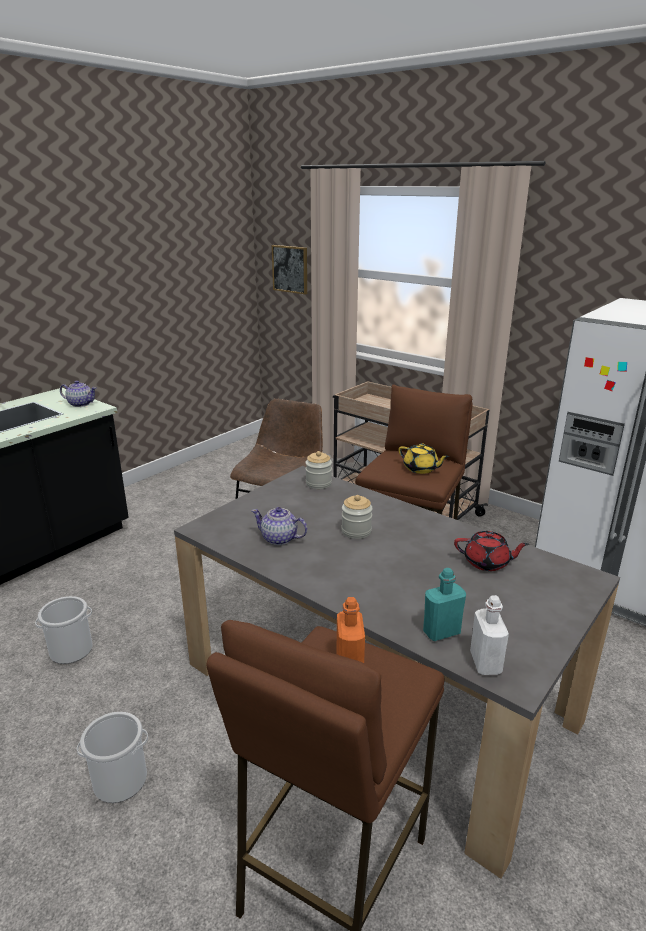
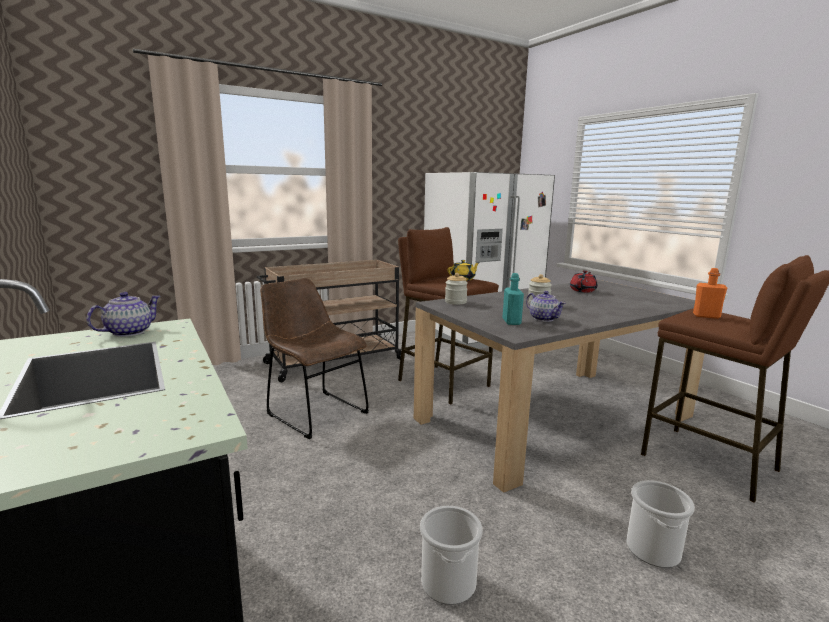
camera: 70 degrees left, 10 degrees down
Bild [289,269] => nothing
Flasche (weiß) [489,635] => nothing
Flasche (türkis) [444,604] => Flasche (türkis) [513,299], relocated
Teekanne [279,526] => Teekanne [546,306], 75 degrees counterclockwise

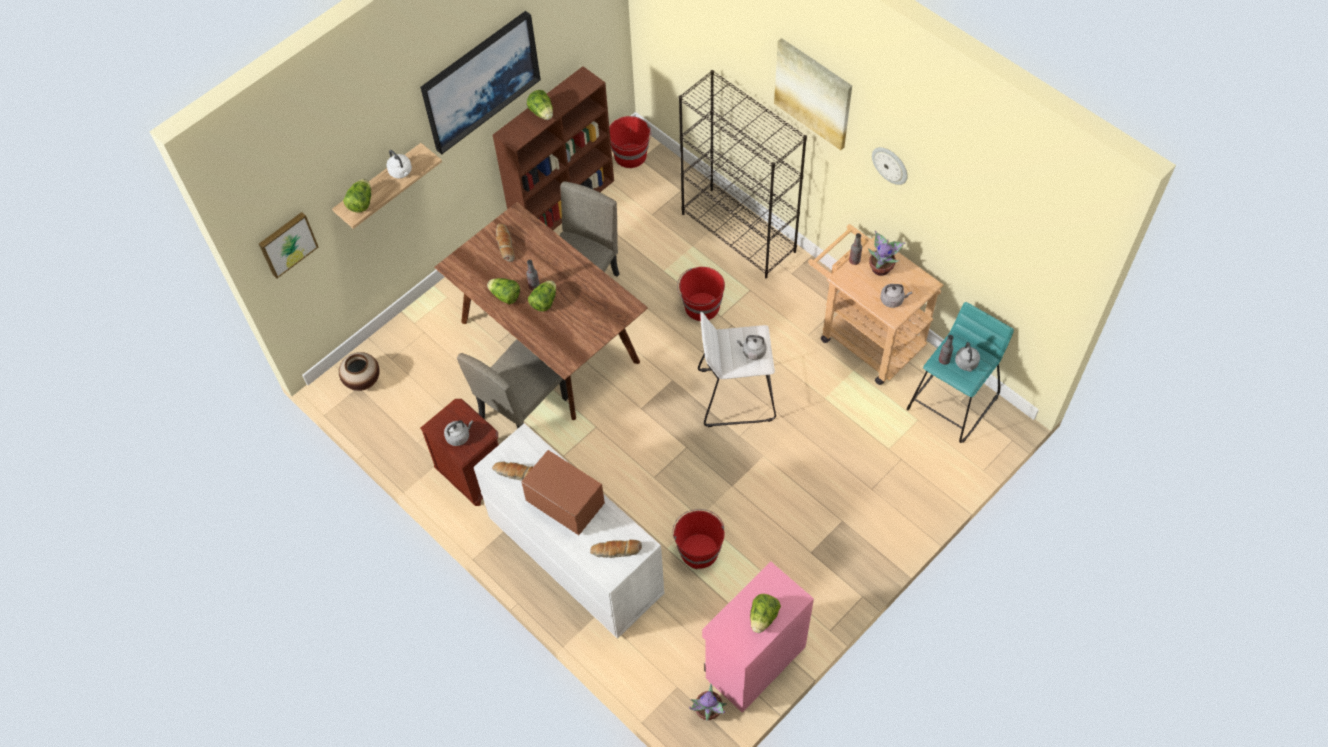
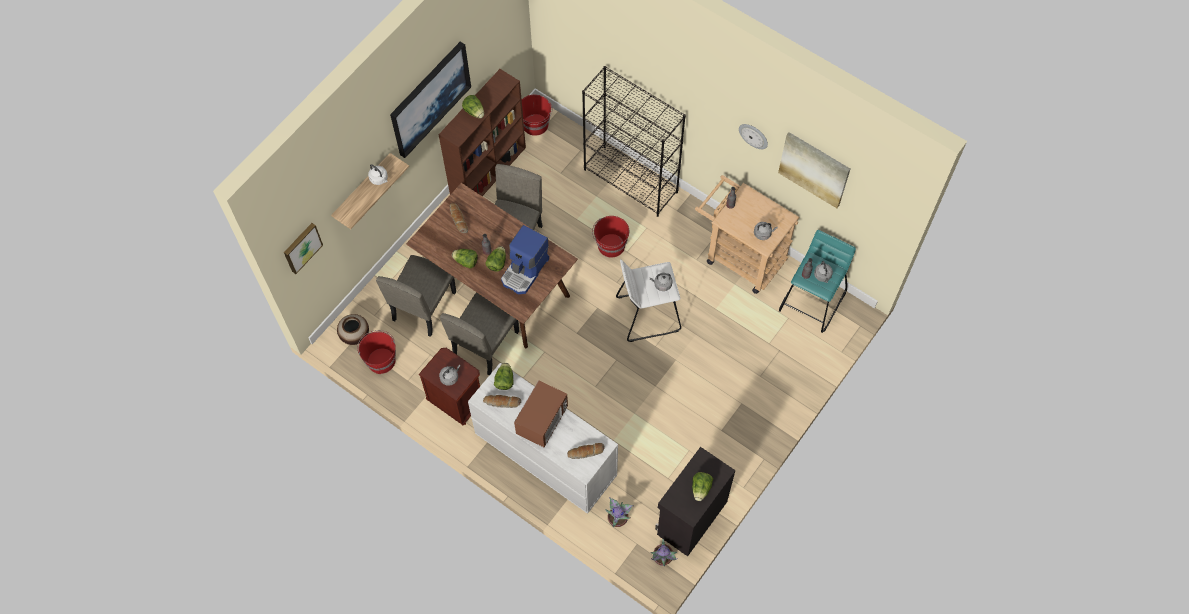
camera: 10 degrees left, 5 degrees up
nothing => Stuhl (beige) [416,296]
nothing => Kaffeemaschine [525,259]
Salatkopf [357,196] => Salatkopf [504,376], relocated
Eimer (rot) [698,539] => Eimer (rot) [376,352], relocated
Bild [813,94] => Bild [814,170], relocated
Topfpflanze [886,253] => Topfpflanze [619,512], relocated
Schrank (rosa) [758,637] => Schrank (schwarz) [695,501]
Mikrowelle [563,492] => Mikrowelle [541,413], 90 degrees clockwise

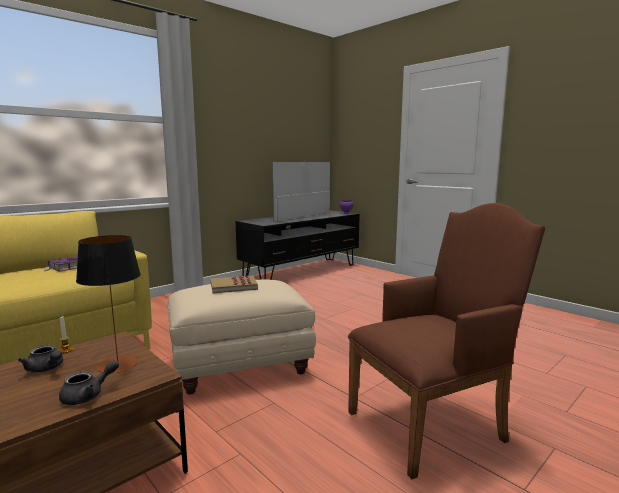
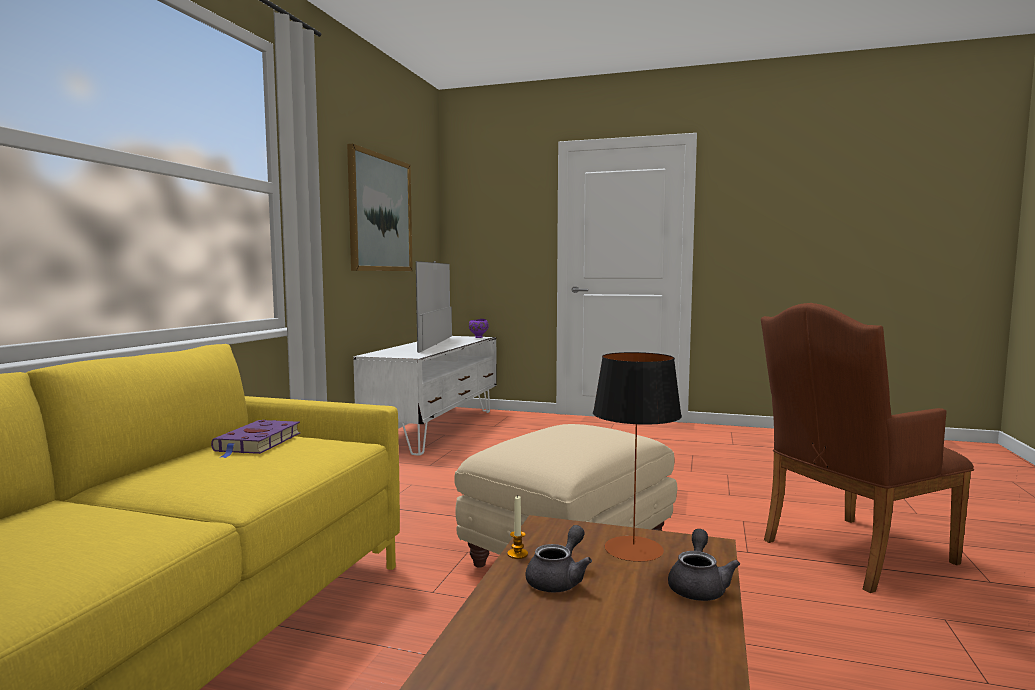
camera: 30 degrees left, 5 degrees down
Buch [234,284] => nothing
nothing => Bild [380,207]
Fernsehschrank (schwarz) [297,245] => Fernsehschrank (weiß) [425,395]
Teekanne (grau) [40,359] => Teekanne (grau) [558,558], 60 degrees counterclockwise
Sessel (braun) [446,341] => Sessel (braun) [867,448], 150 degrees counterclockwise

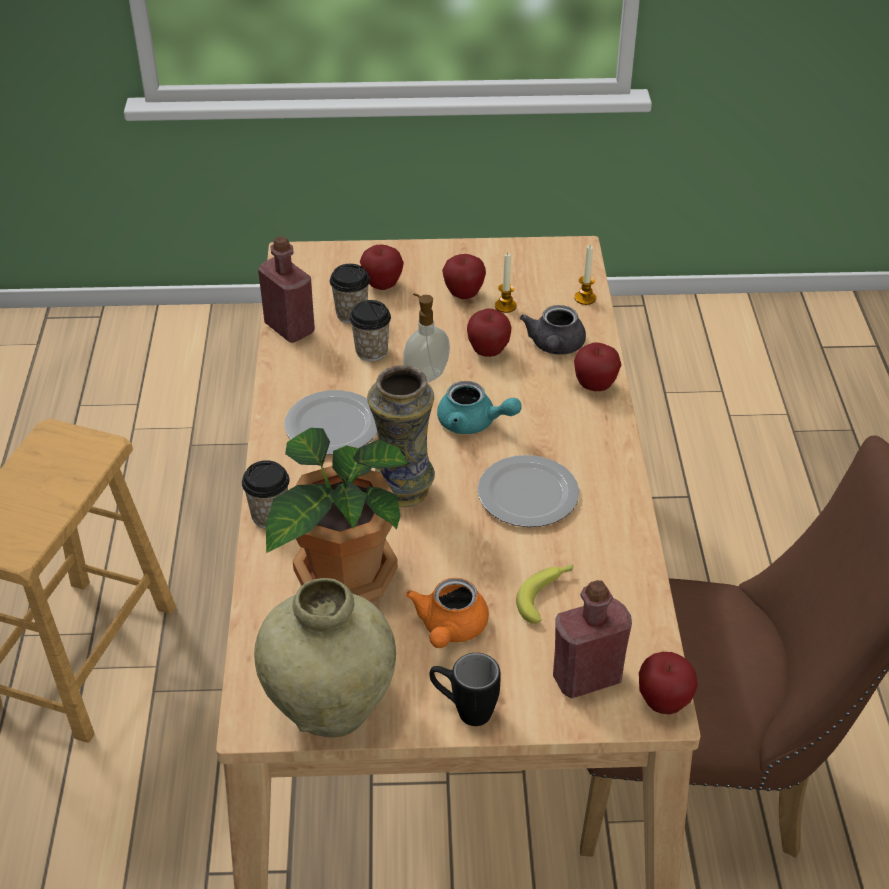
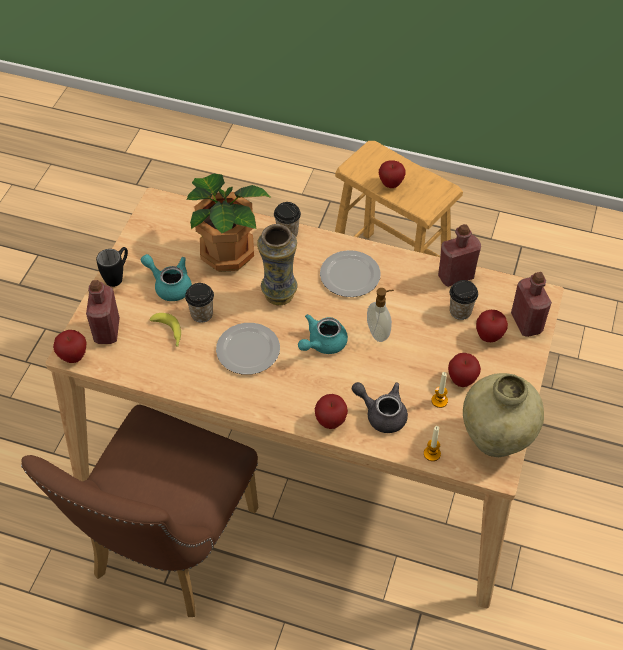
camera: 110 degrees right, 10 degrees up
nothing => Flasche (rot) [531,304]
Vase (beige) [325,657] => Vase (beige) [503,415], relocated
Tasse [370,330] => Tasse [199,303], relocated
Apfel [489,332] => Apfel [392,174], relocated
Teekanne (orange) [447,613] => Teekanne (türkis) [166,277]

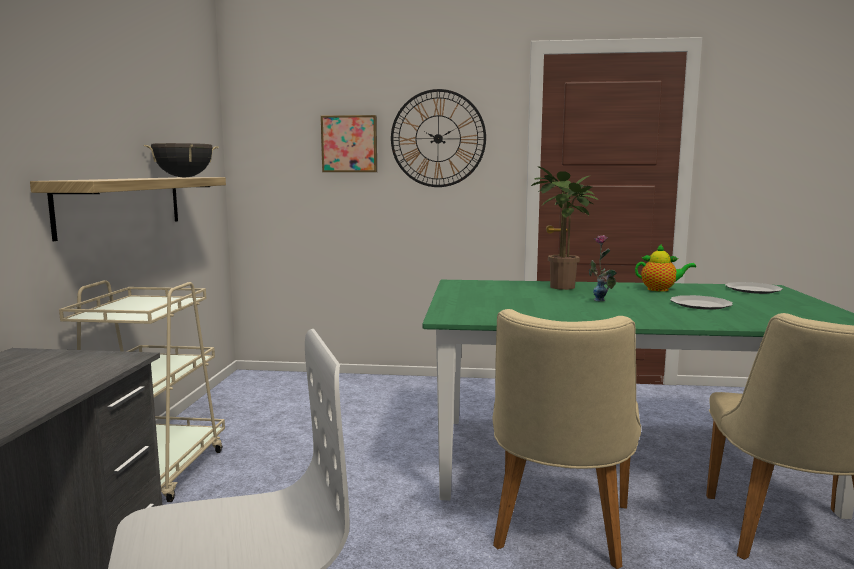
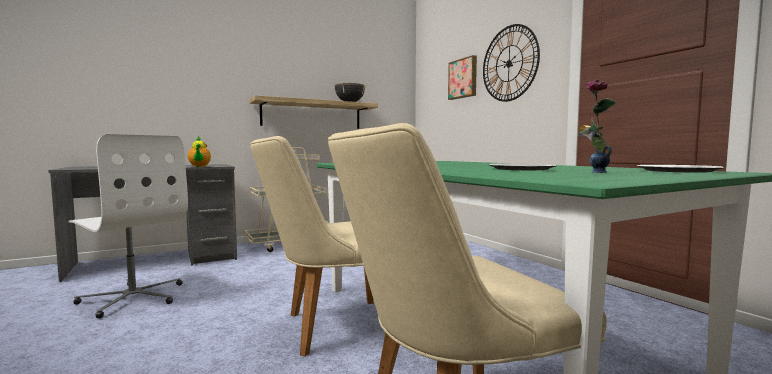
camera: 55 degrees right, 5 degrees down
Topfpflanze [564,228] => nothing
Vase [603,268] => Vase [596,126], relocated
Teekanne [665,268] => Teekanne [199,151], relocated

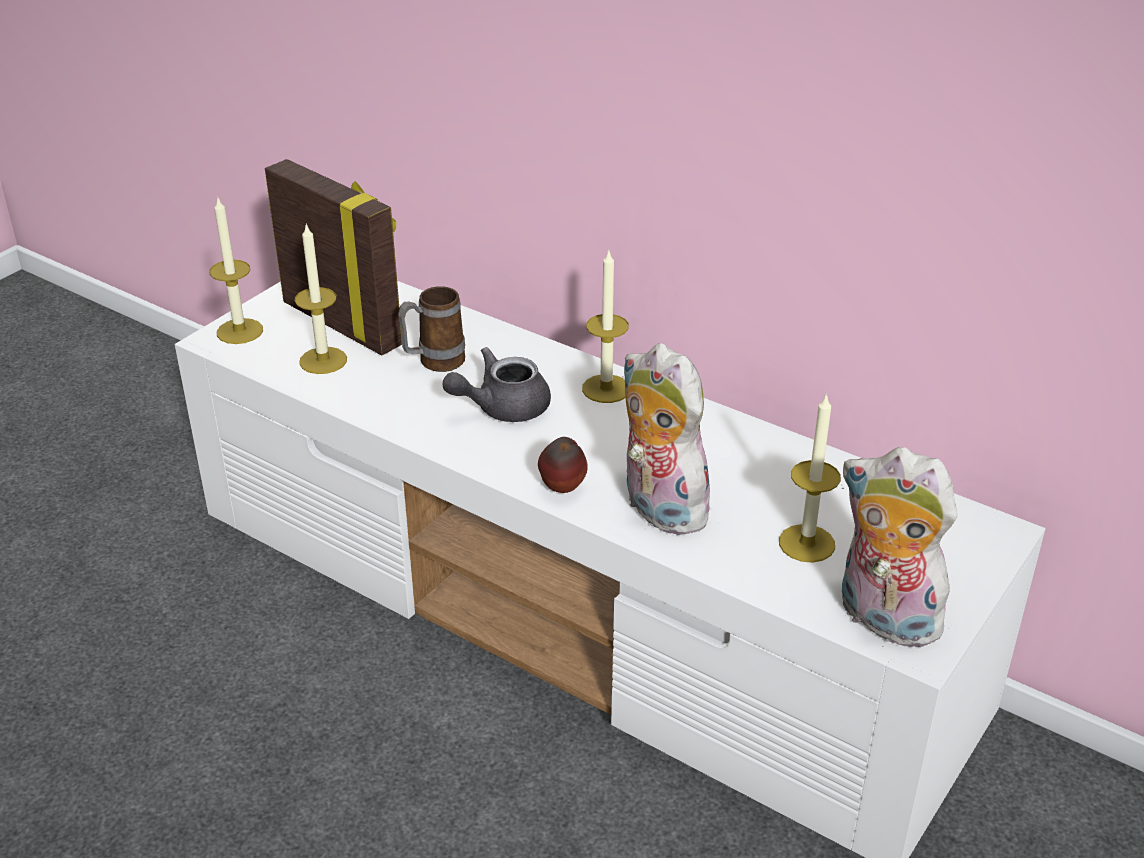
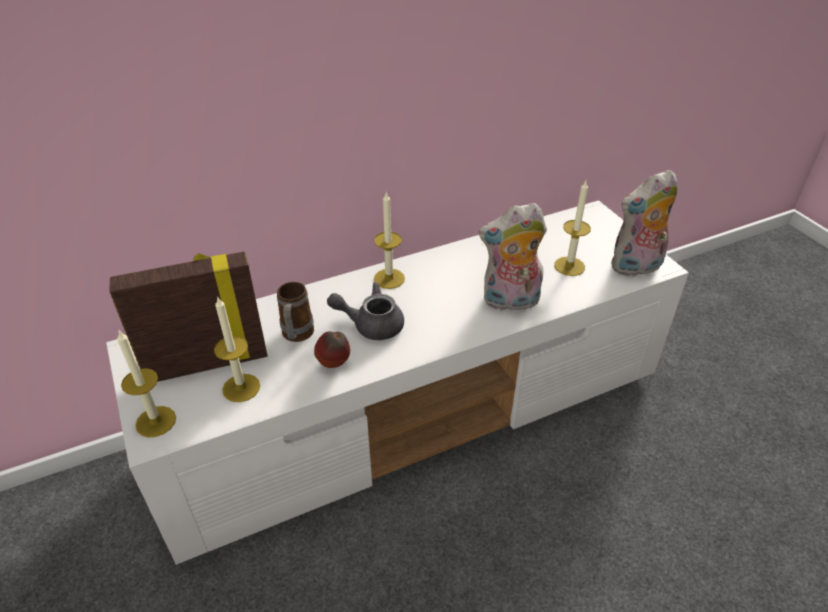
camera: 60 degrees left, 5 degrees up
Apfel [563,465] => Apfel [332,349], relocated
Teekanne (grau) [496,384] => Teekanne (grau) [365,311], 90 degrees clockwise

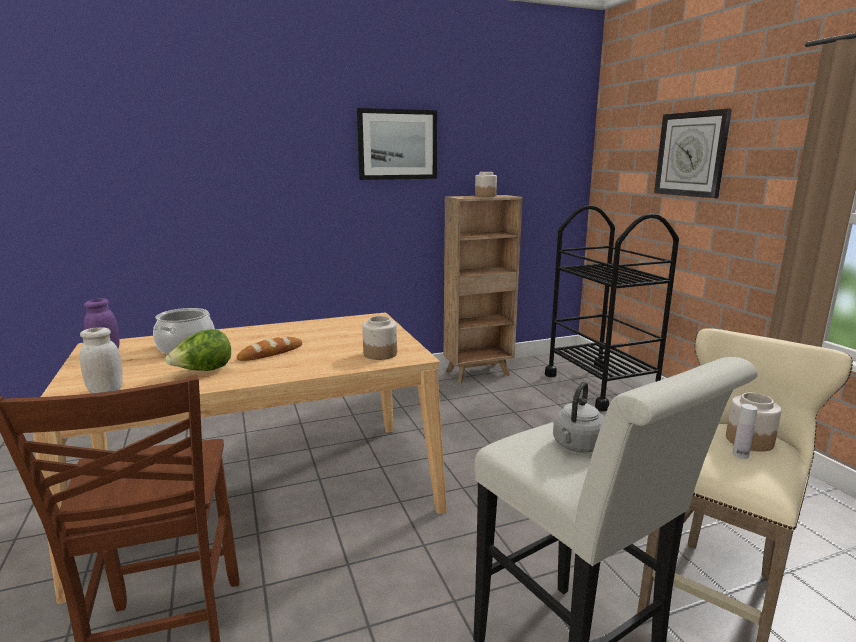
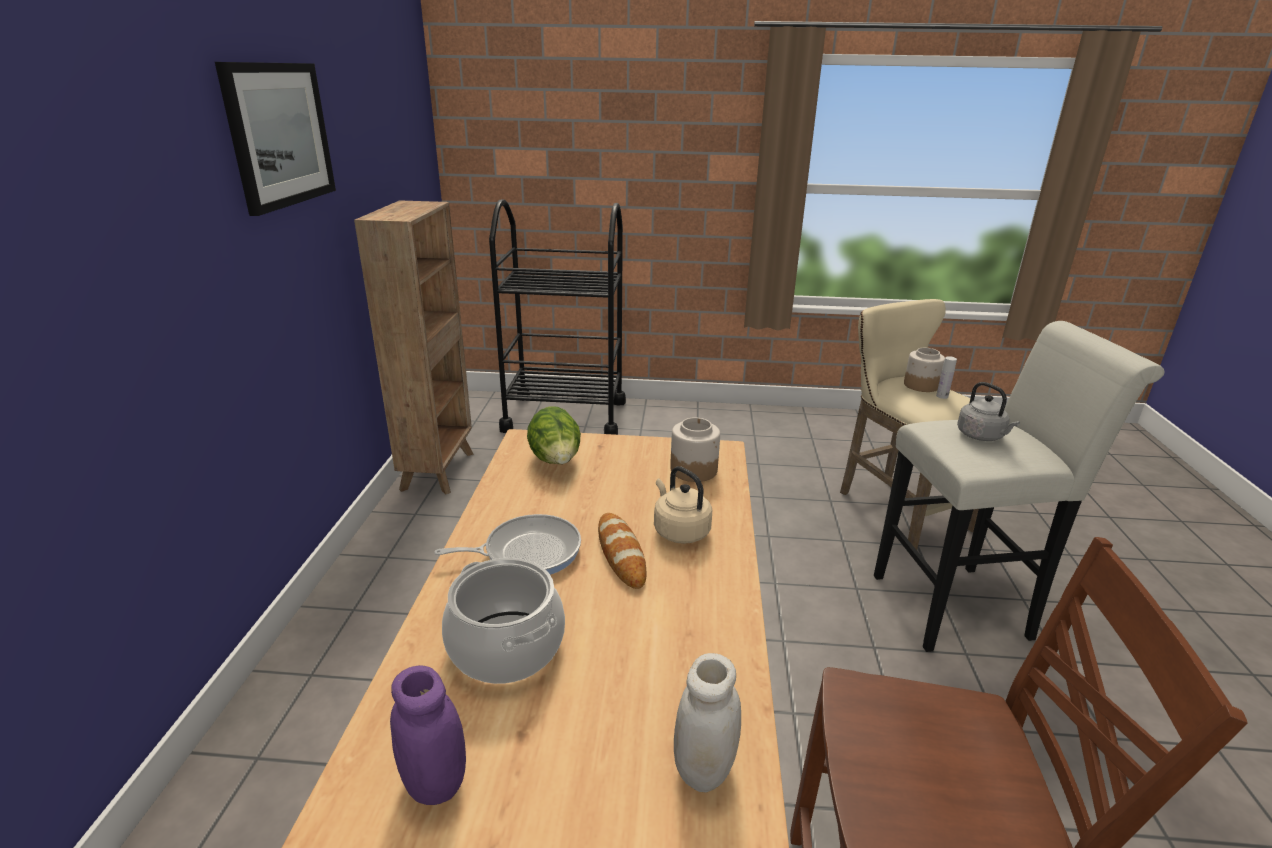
camera: 65 degrees left, 10 degrees up
Vorratsglas [486,184] => nothing
Wanduhr [693,153] => nothing
nothing => Pfanne [507,544]
nothing => Wasserkessel (beige) [683,505]
Salatkopf [198,350] => Salatkopf [554,435], relocated

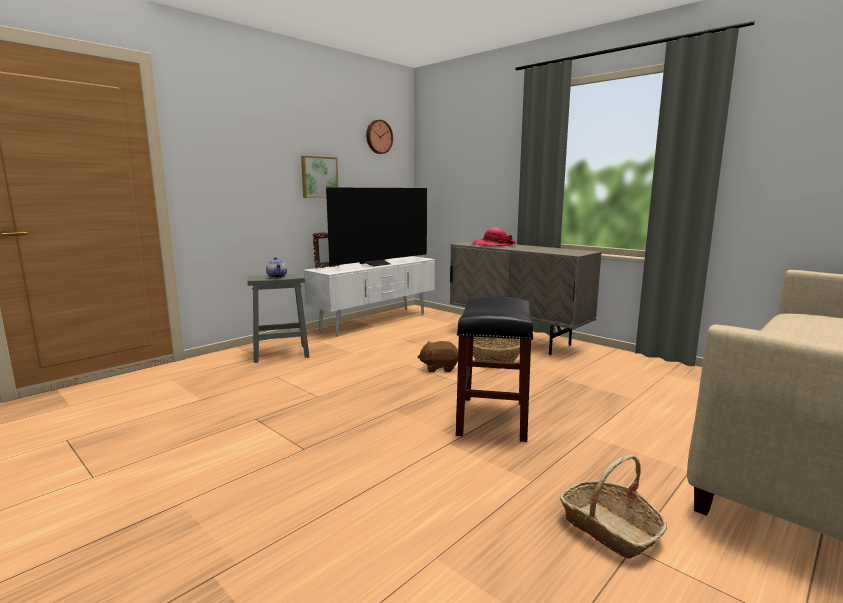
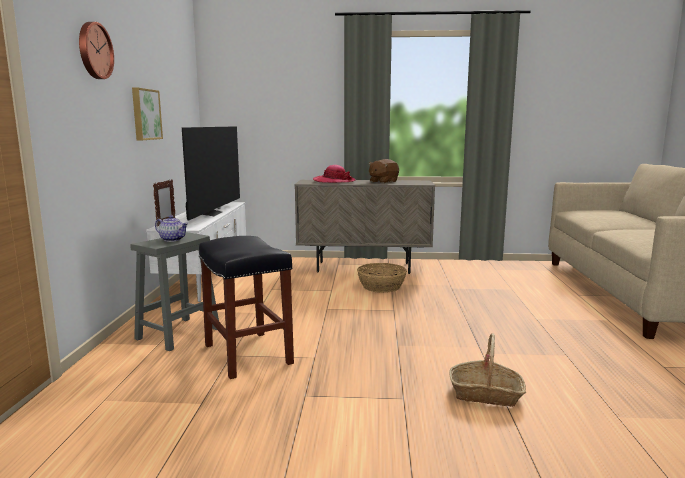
camera: 40 degrees left, 0 degrees up
Wanduhr [379,137] => Wanduhr [96,50], relocated
Plüschtier (braun) [438,356] => Plüschtier (braun) [383,171], relocated
Hocker (schwarz) [495,369] => Hocker (schwarz) [246,307], relocated
Korb [613,507] => Korb [487,370], relocated

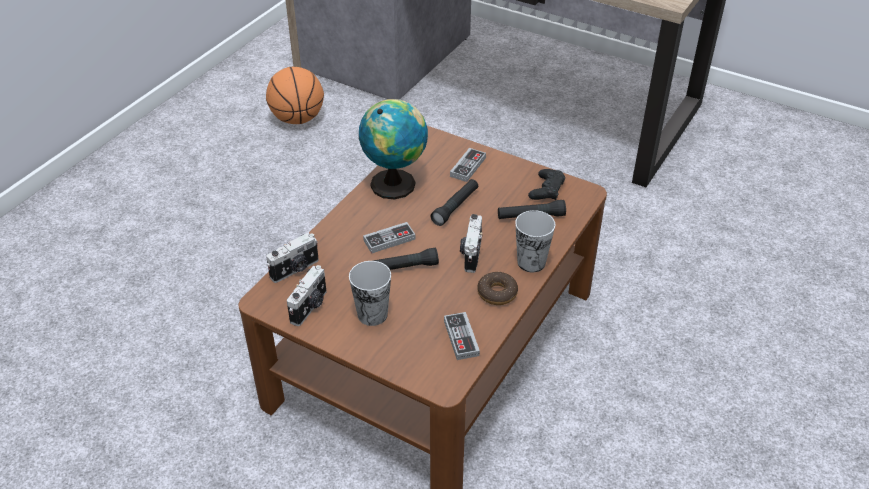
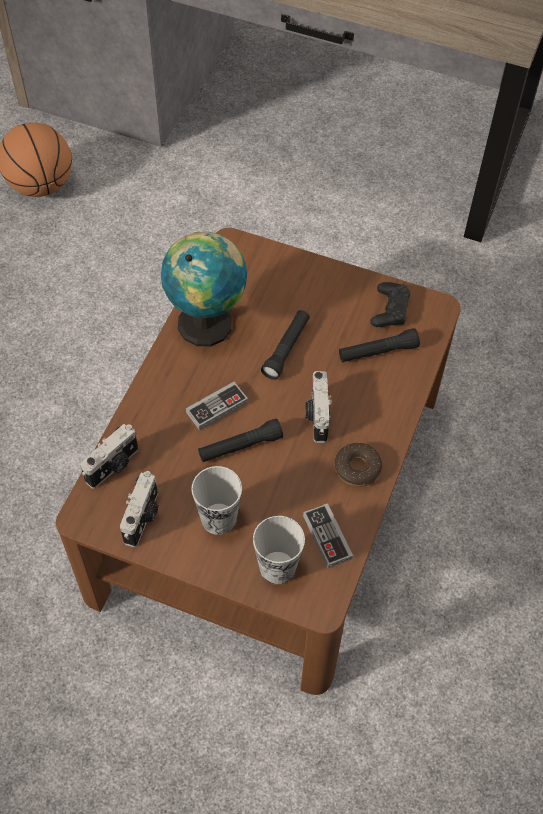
camera: 10 degrees left, 15 degrees up
Gamepad [468,165] => nothing
Tasse [535,241] => Tasse [279,550], relocated

